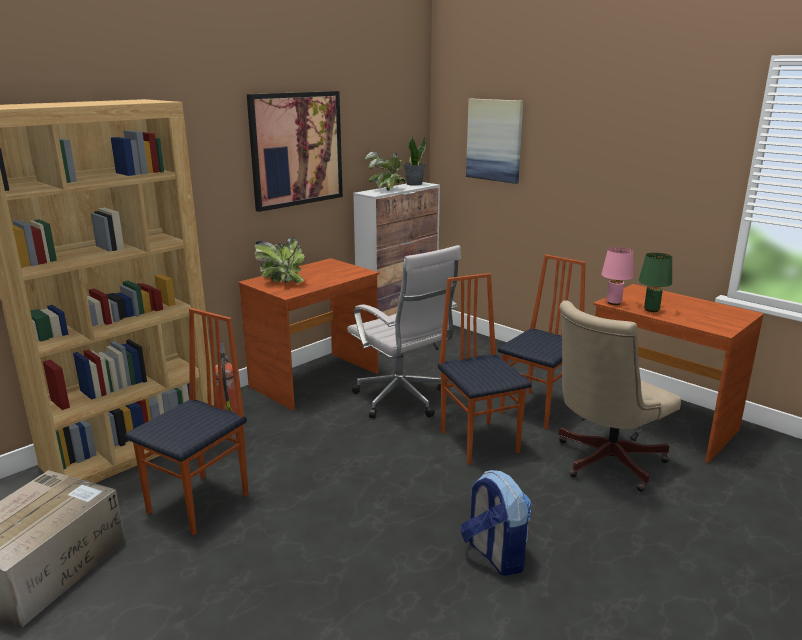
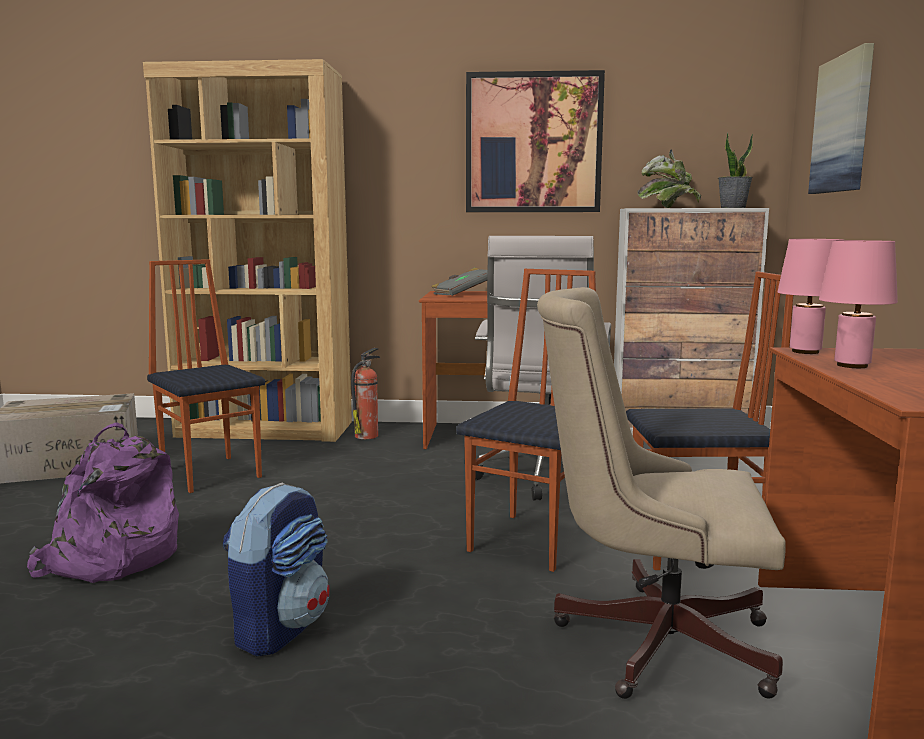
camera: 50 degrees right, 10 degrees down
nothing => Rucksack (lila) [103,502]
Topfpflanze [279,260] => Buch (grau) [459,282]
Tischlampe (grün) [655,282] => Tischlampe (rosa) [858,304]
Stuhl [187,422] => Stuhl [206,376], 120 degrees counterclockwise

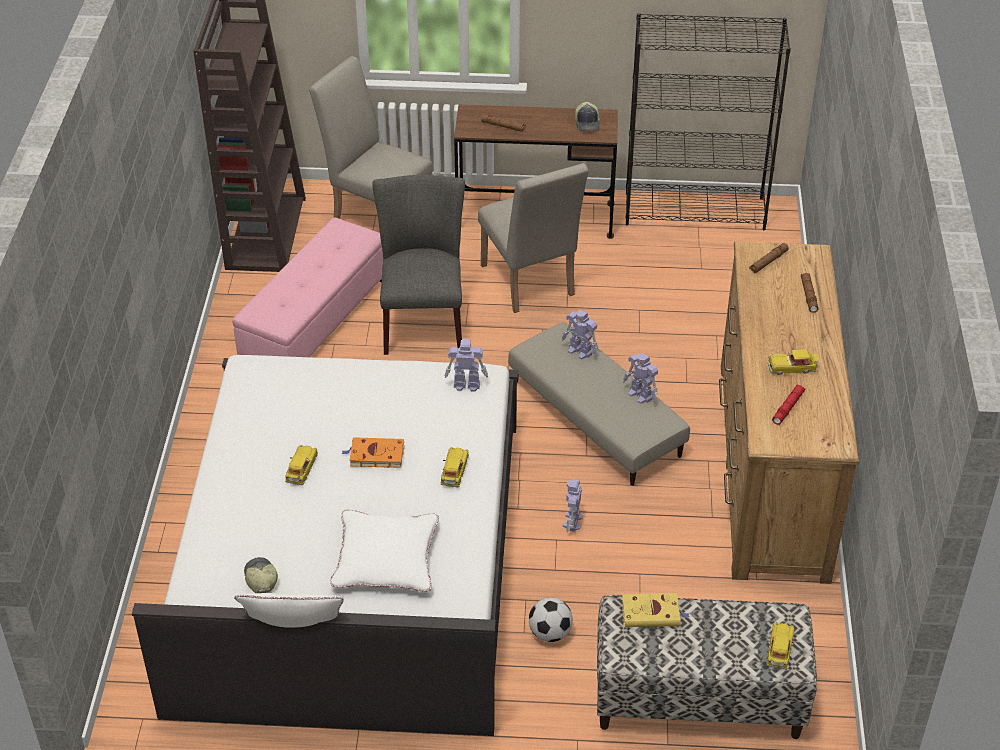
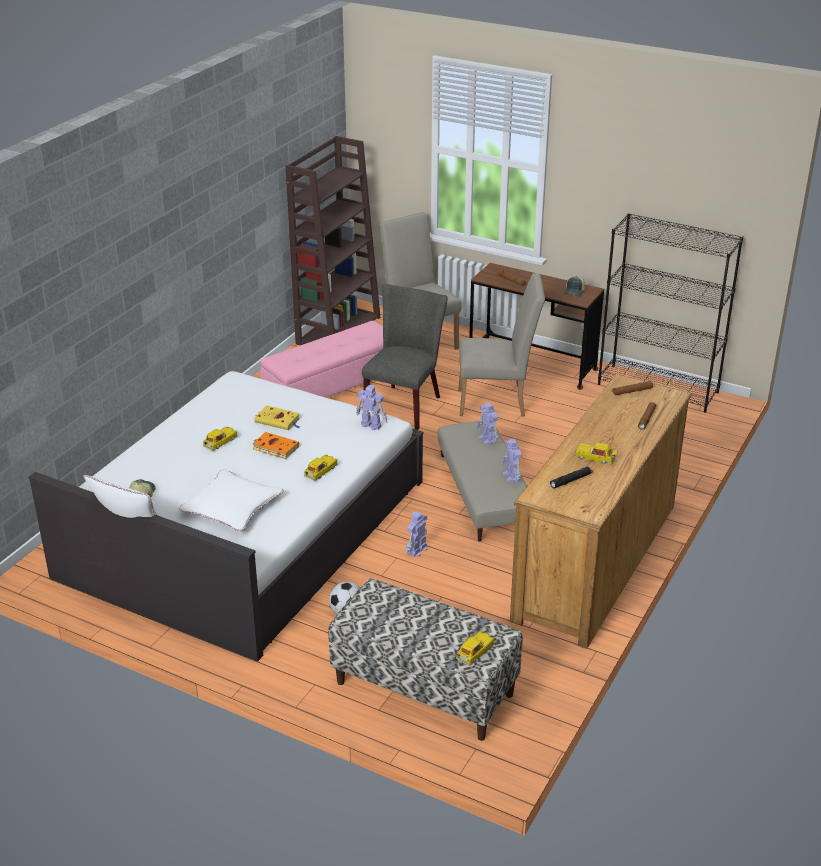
camera: 25 degrees right, 10 degrees down
Buch (gelb) [656,610] => Buch (gelb) [277,417], relocated
Taschenlampe (rot) [788,405] => Taschenlampe (schwarz) [571,477]
Stuhl (beige) [533,238] => Stuhl (beige) [501,344], 90 degrees counterclockwise

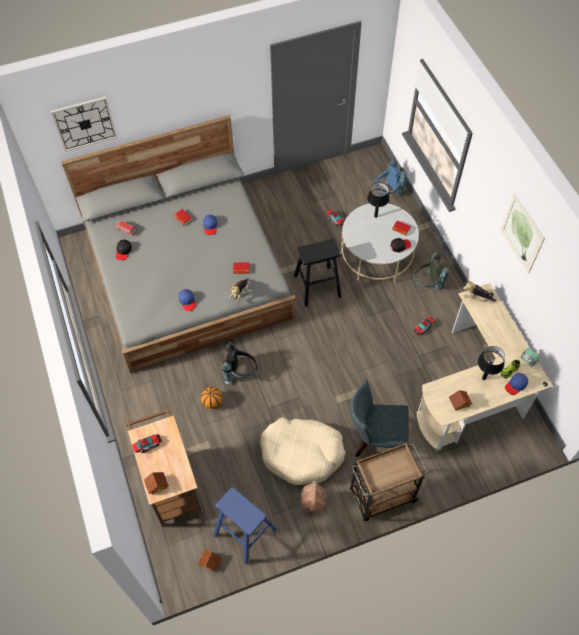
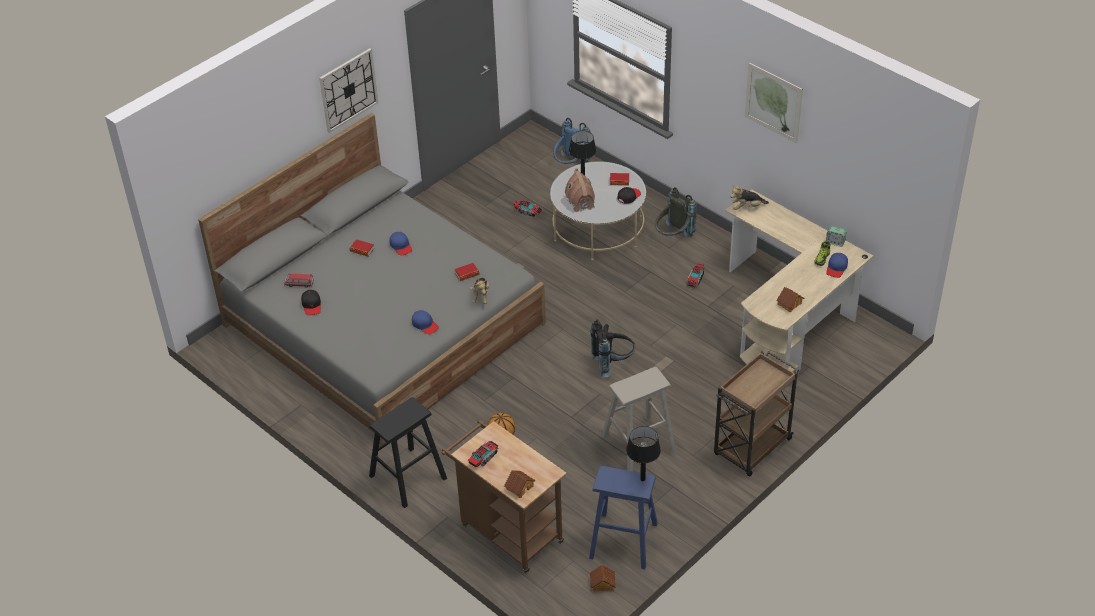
camera: 25 degrees left, 15 degrees down
Stuhl (grau) [379,418] => nothing
Wanduhr [84,124] => Wanduhr [348,90], relocated
Rucksack (schwarz) [240,363] => Rucksack (schwarz) [613,348], relocated
Hocker (schwarz) [317,273] => Hocker (schwarz) [408,452], relocated
Spielzeughaus [314,497] => Spielzeughaus [580,190], relocated
Tischlampe (schwarz) [491,363] => Tischlampe (schwarz) [643,453], relocated
Hundebett (beige) [303,451] => Hocker (beige) [639,419]

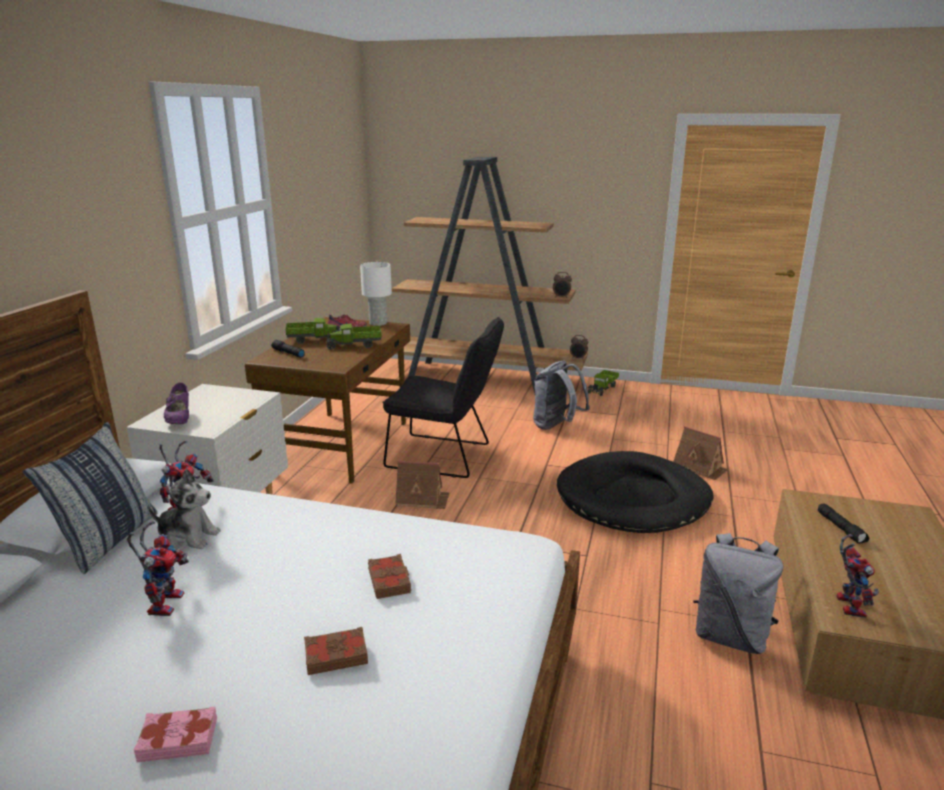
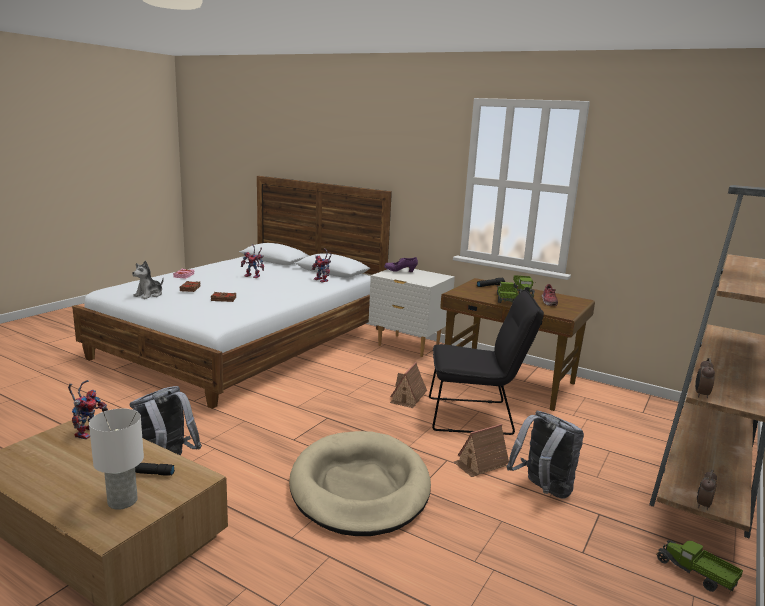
camera: 105 degrees right, 5 degrees down
Kissen [90,498] => nothing
Plüschtier [184,509] => Plüschtier [148,279], relocated
Tischlampe (weiß) [376,294] => Tischlampe (weiß) [116,459], relocated
Spielzeughaus [701,453] => Spielzeughaus [481,450], relocated
Hundebett (schwarz) [635,492] => Hundebett (beige) [360,483]
Stuhl (schwarz) [443,397] => Stuhl (schwarz) [486,362], 120 degrees counterclockwise
Spielzeugroboter [858,576] => Spielzeugroboter [88,410], 105 degrees counterclockwise

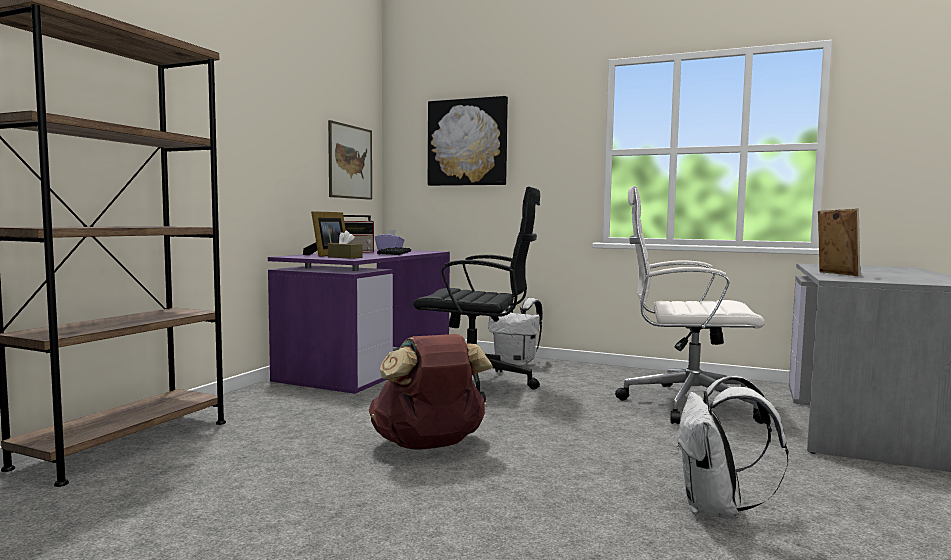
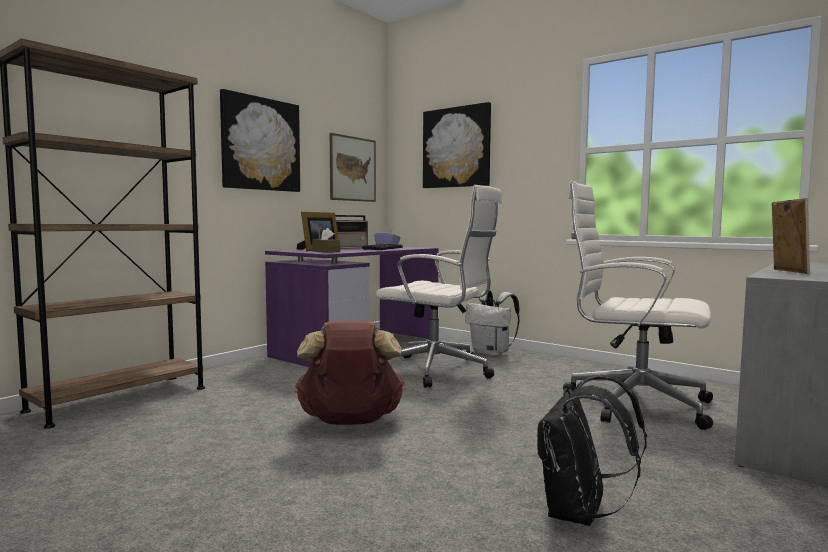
camera: 15 degrees right, 0 degrees up
nothing => Bild [260,140]
Bürostuhl (schwarz) [476,294] => Bürostuhl (weiß) [439,286]
Rucksack (weiß) [733,447] => Rucksack (schwarz) [592,450]

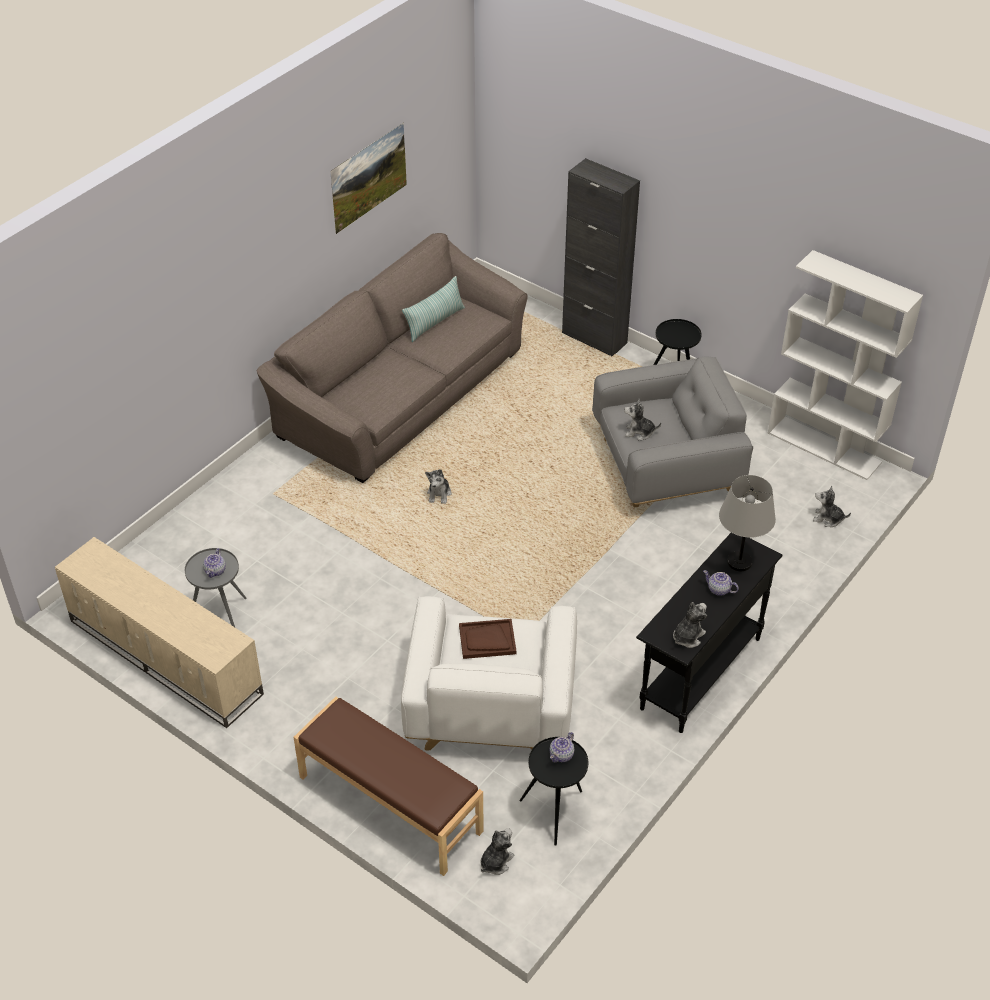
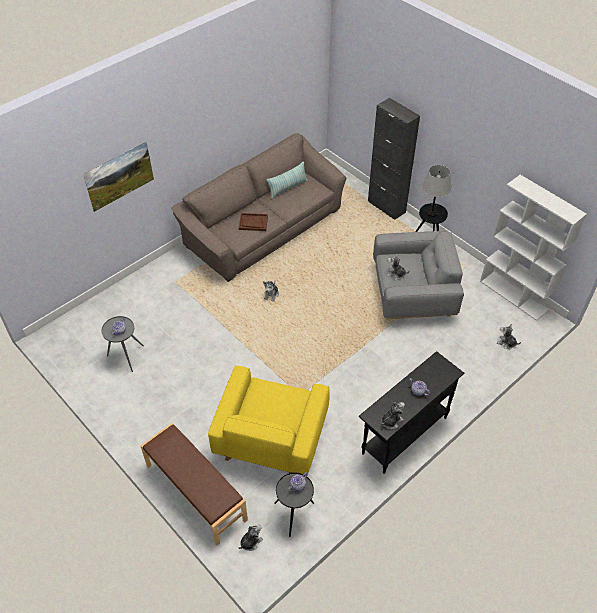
camera: 10 degrees right, 5 degrees up
Fernsehschrank (beige) [159,632] => nothing
Bild [368,178] => Bild [118,177], relocated
Tablett (braun) [487,639] => Tablett (braun) [253,222], relocated
Tischlampe (grau) [747,523] => Tischlampe (grau) [436,191], relocated
Sessel (weiß) [489,673] => Sessel (gelb) [269,420]

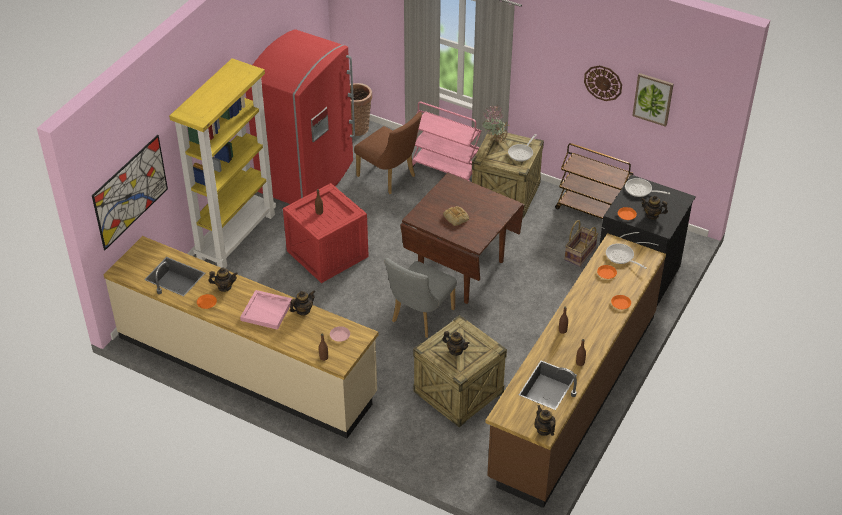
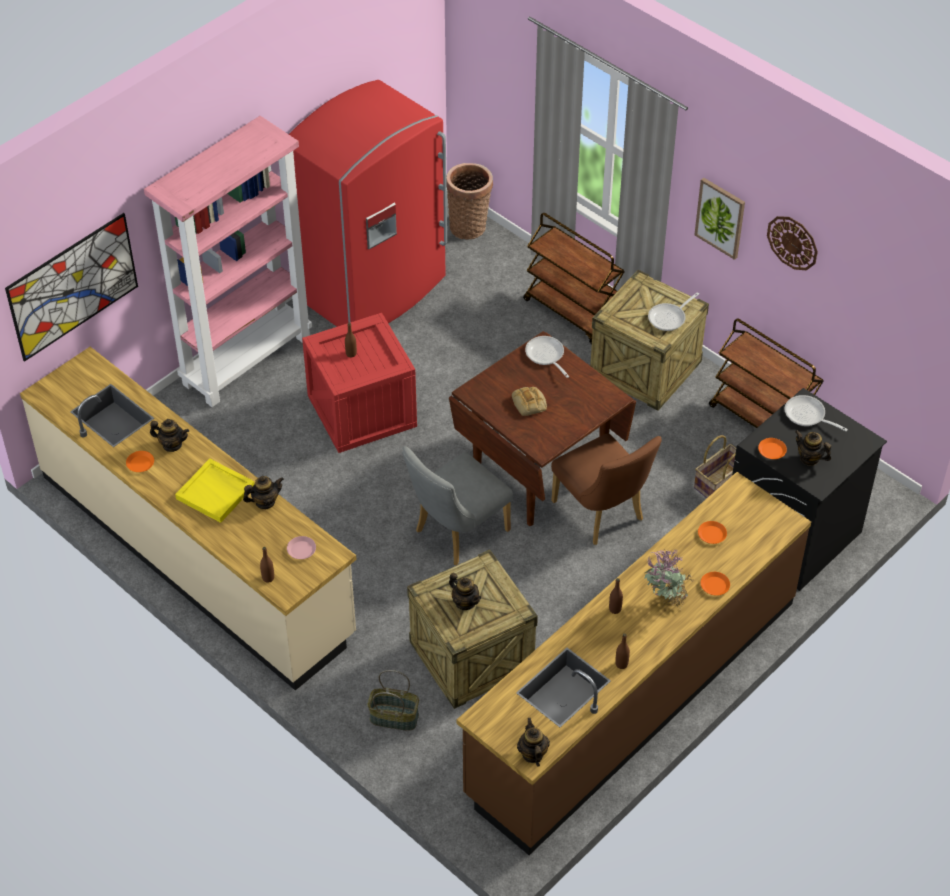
camera: 15 degrees right, 5 degrees up
nothing => Korb [393,700]
Stuhl (braun) [388,153] => Stuhl (braun) [606,489], relocated
Topfpflanze [496,124] => Topfpflanze [669,580], relocated
Pfanne [626,256] => Pfanne [547,357], relocated
Bild [653,100] => Bild [719,219], relocated
Bücherregal (gelb) [222,163] => Bücherregal (rosa) [228,261]
Tablett (rosa) [266,310] => Tablett (gelb) [215,490]
Rollwagen (rosa) [446,141] => Rollwagen (braun) [574,279]

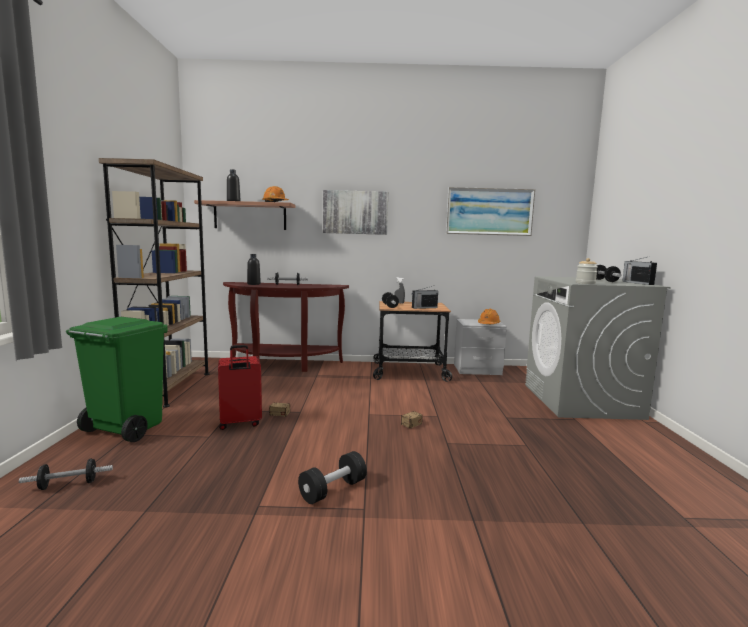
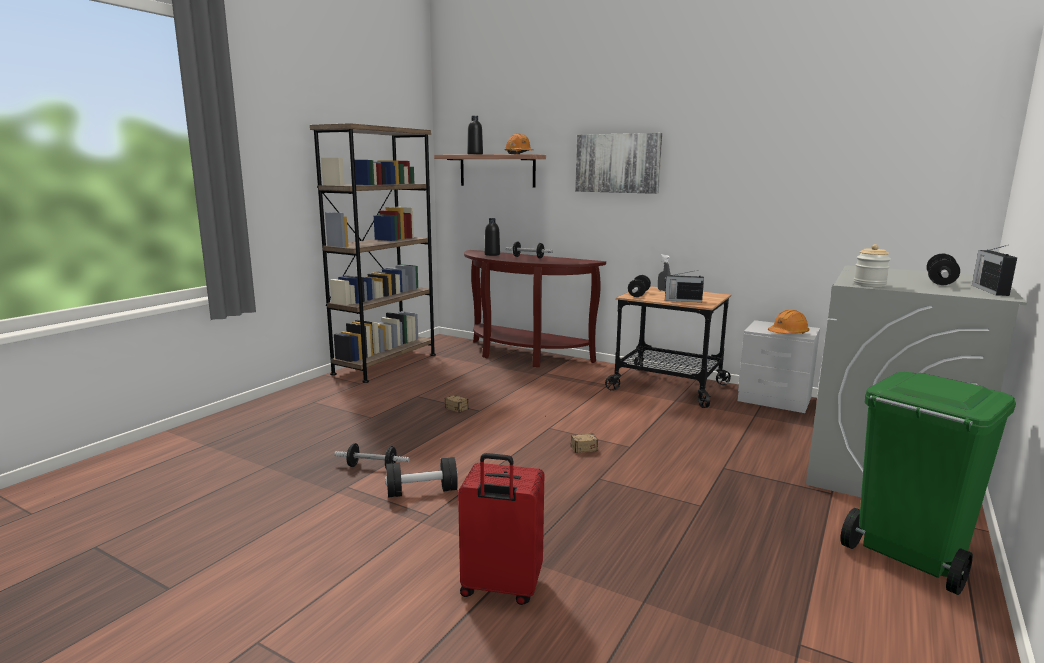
camera: 30 degrees right, 5 degrees up
Bild [490,211] => nothing
Hantel [66,474] => Hantel [372,455], relocated
Mülleimer (grün) [117,379] => Mülleimer (grün) [928,483], relocated
Koffer (rot) [240,387] => Koffer (rot) [501,529], relocated

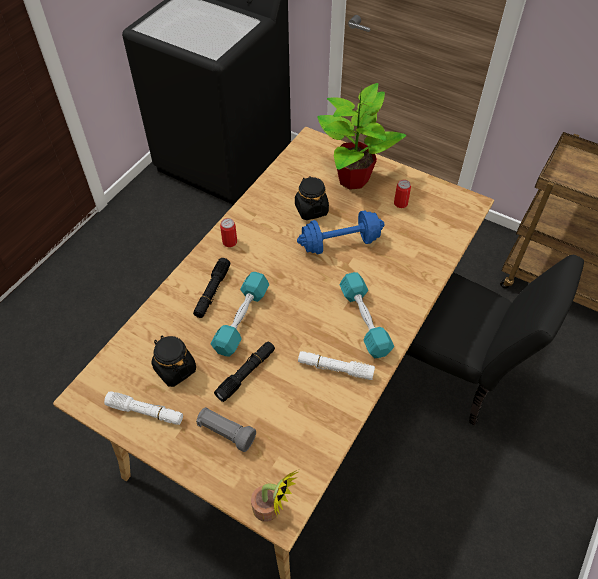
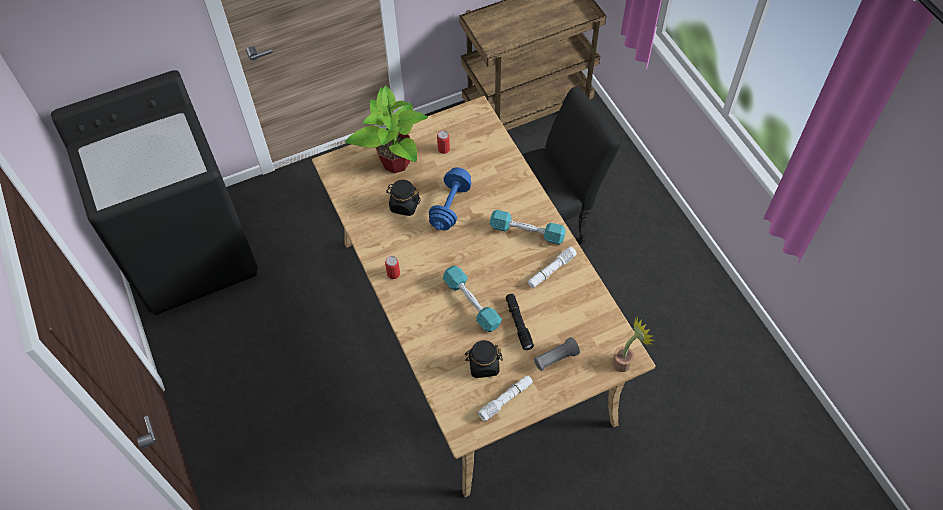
camera: 55 degrees left, 5 degrees up
Taschenlampe (schwarz) [211,288] => nothing

